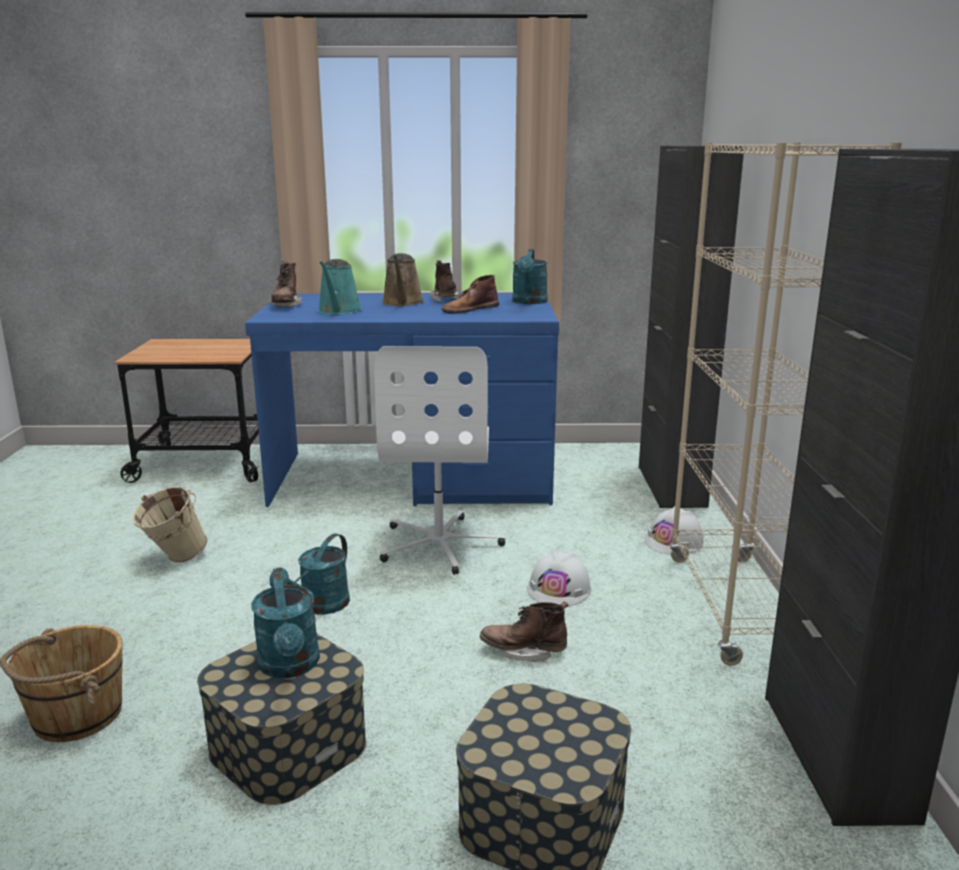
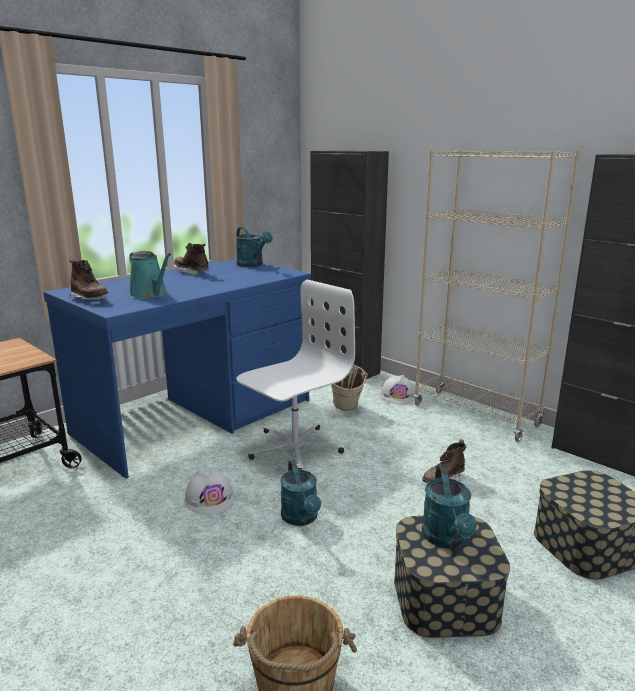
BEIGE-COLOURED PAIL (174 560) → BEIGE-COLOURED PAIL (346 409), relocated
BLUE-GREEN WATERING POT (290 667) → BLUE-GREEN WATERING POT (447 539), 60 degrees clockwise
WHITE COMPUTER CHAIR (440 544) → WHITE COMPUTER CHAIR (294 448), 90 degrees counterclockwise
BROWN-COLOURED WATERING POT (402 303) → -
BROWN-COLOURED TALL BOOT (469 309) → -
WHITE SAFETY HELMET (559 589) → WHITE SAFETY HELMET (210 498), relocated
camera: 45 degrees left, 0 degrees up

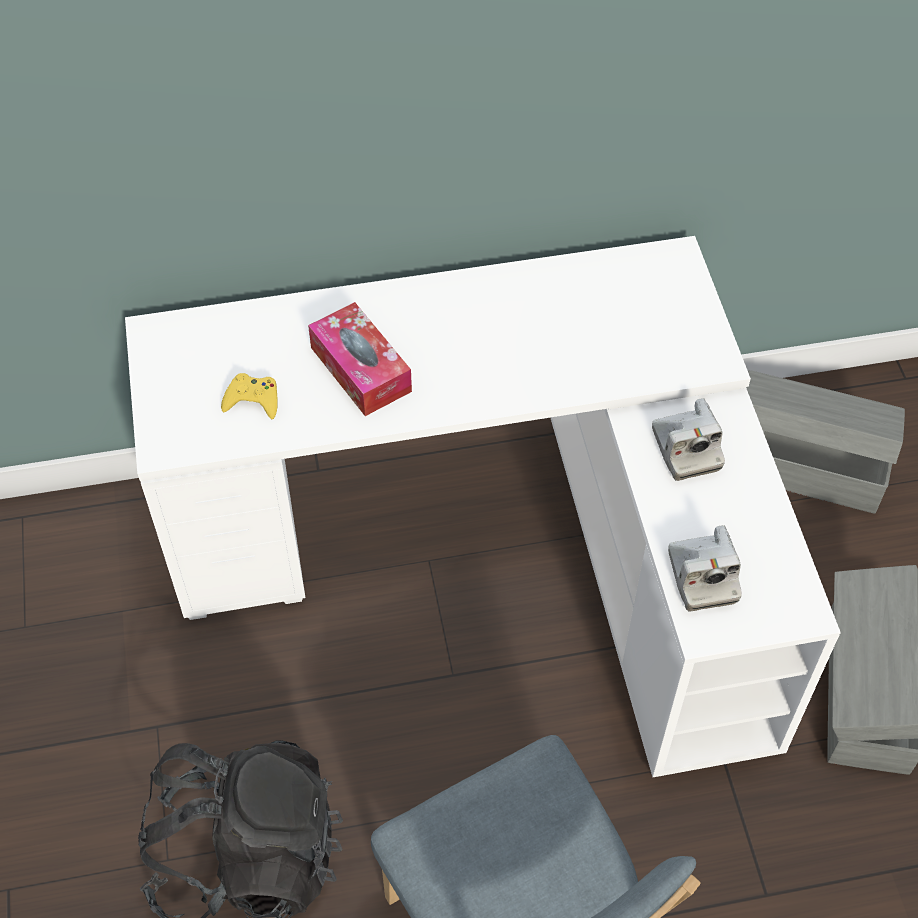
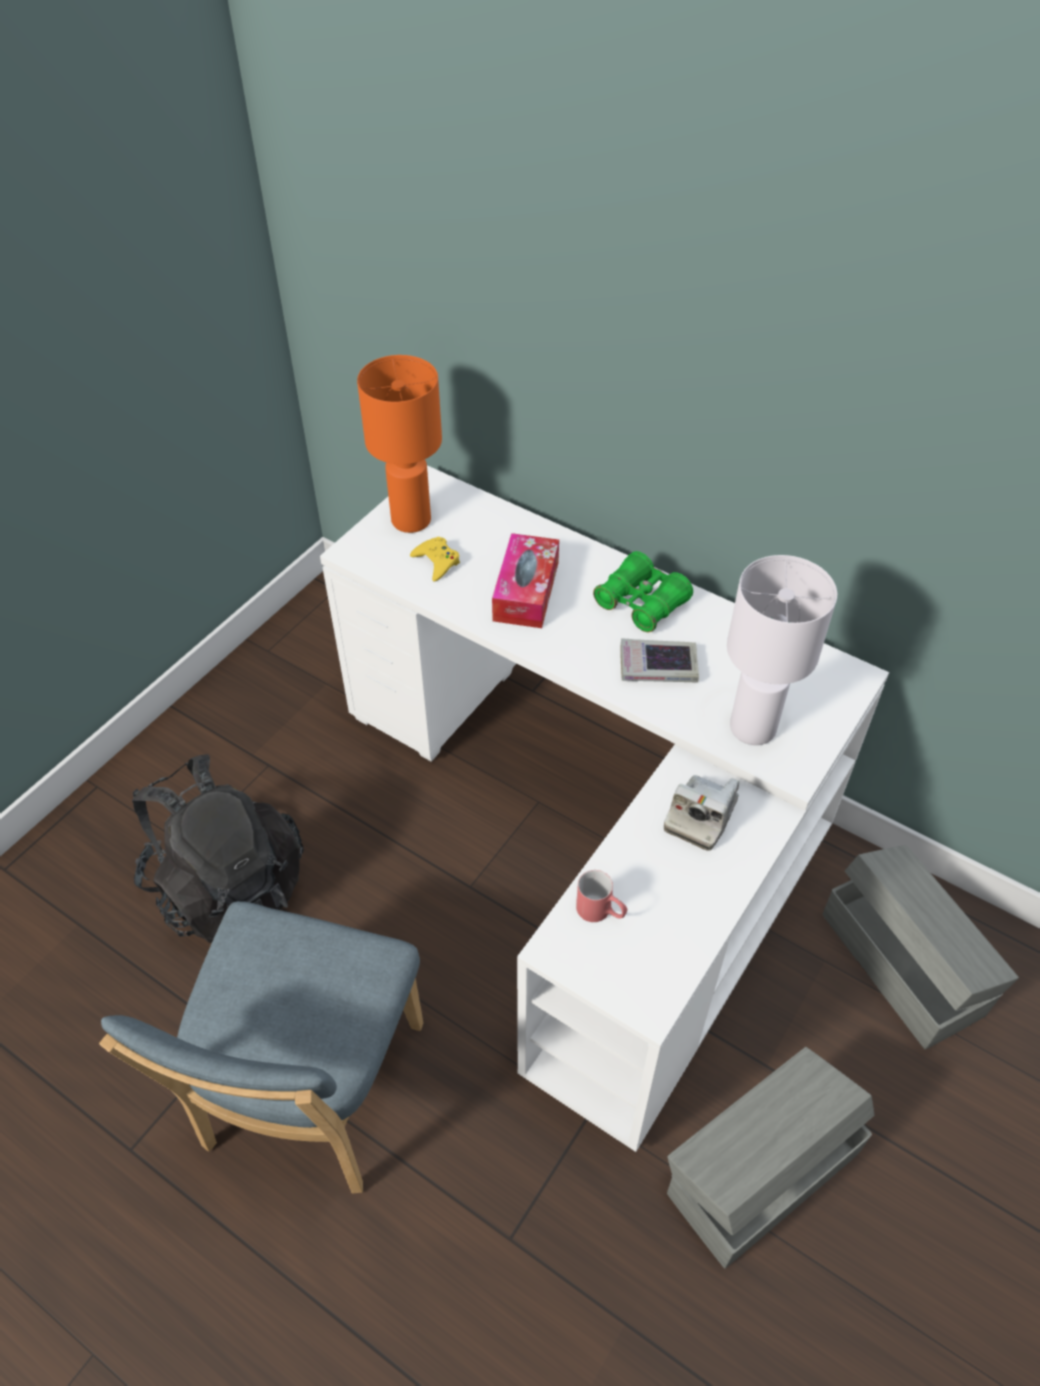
PHOTO CAMERA (702 577) → RED-COLOURED COFFEE MUG (601 912)
- → ORANGE TABLETOP LAMP (410 521)
- → GREENISH PAIR OF BINOCULARS (641 603)
- → VOLUME (658 666)
- → WHITE TABLETOP LAMP (751 728)
camera: 45 degrees right, 5 degrees down

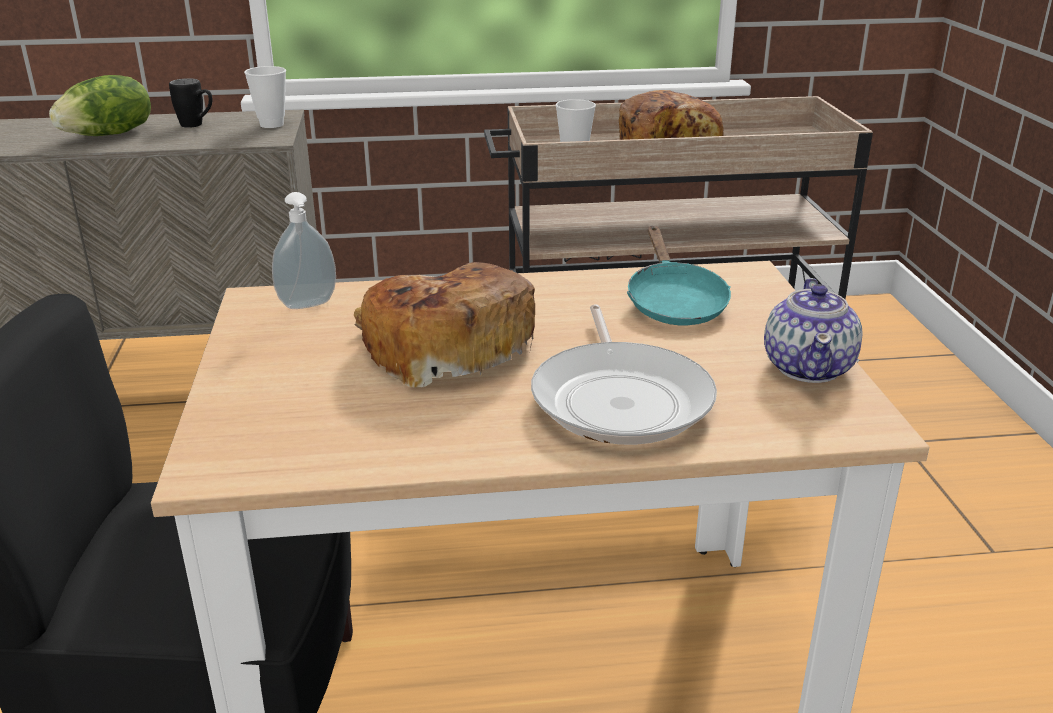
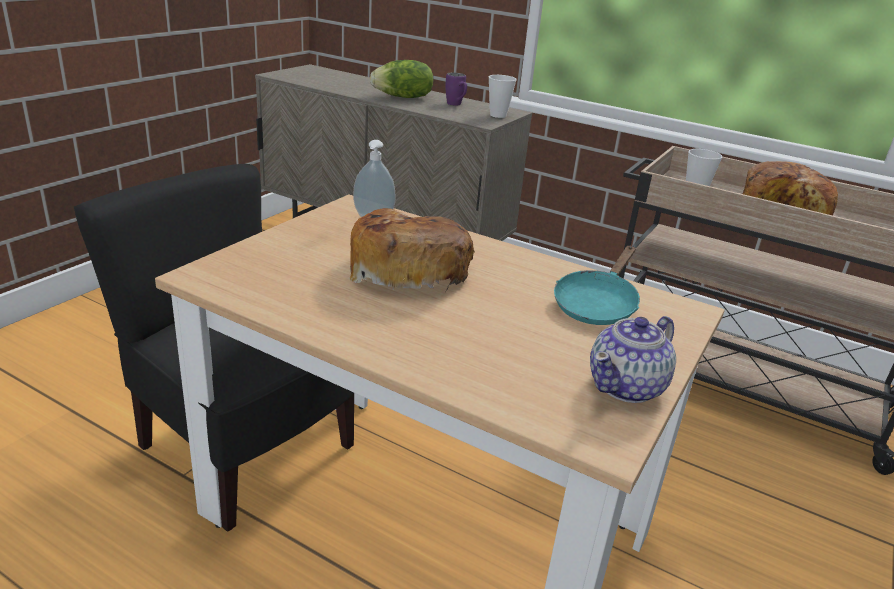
BLACKISH COFFEE MUG (197 125) → PURPLE-COLOURED COFFEE MUG (456 105)
SKILLET (621 399) → -
camera: 35 degrees right, 0 degrees up

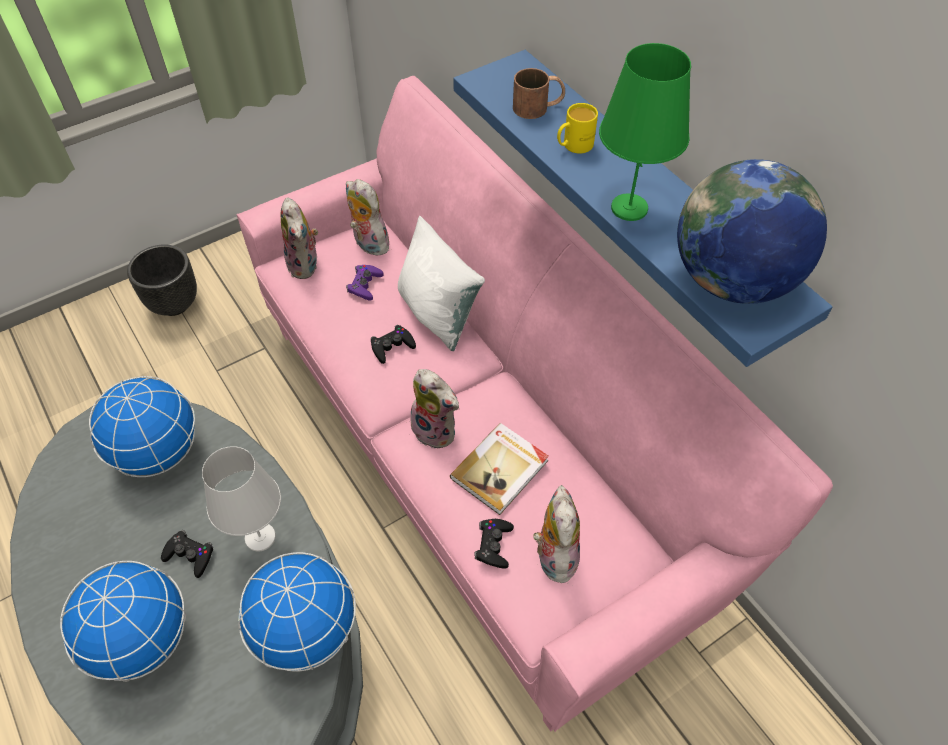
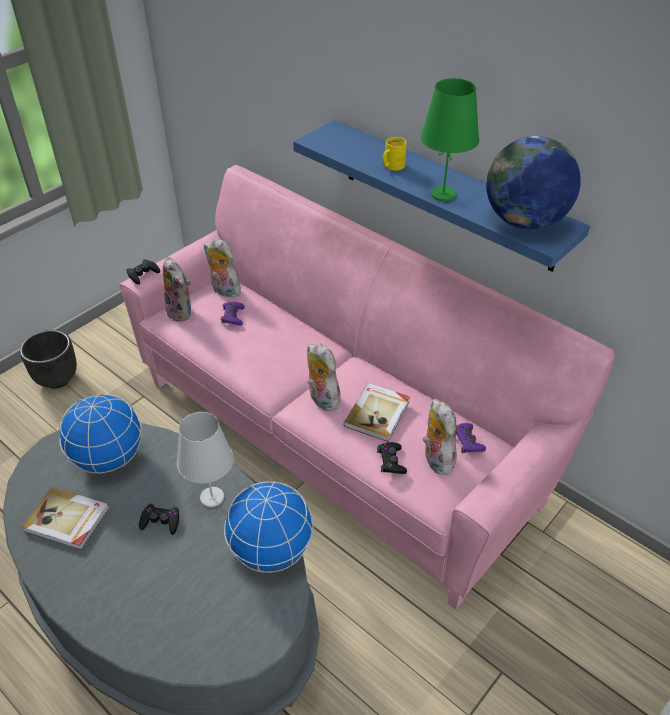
WORLD GLOBE (143 640) → -
BLACKISH GAME CONTROLLER (392 346) → BLACKISH GAME CONTROLLER (143 274), relocated
WHITE THROW PILLOW (438 313) → -
SOFT TOY (437 430) → SOFT TOY (321 399), 150 degrees counterclockwise
BROWN-COLOURED COFFEE MUG (538 107) → -
- → VOLUME (67 520)
- → PURPLE-COLOURED GAME CONTROLLER (467 441)
camera: 15 degrees left, 10 degrees down

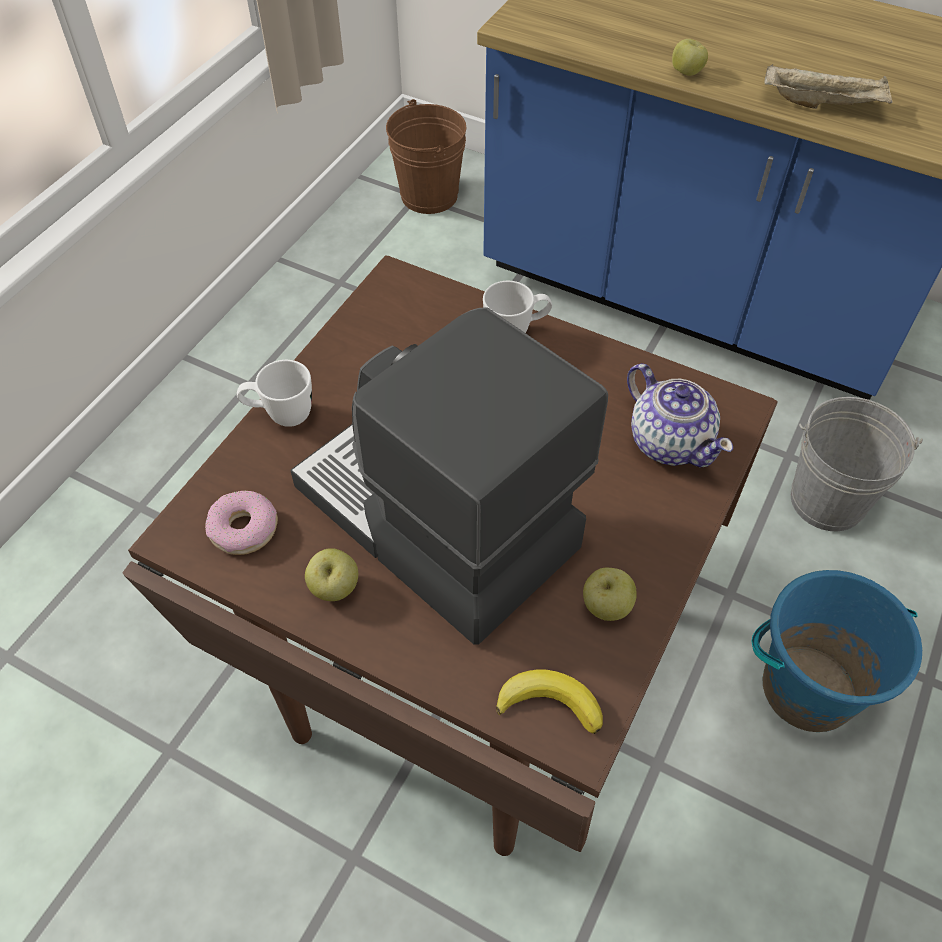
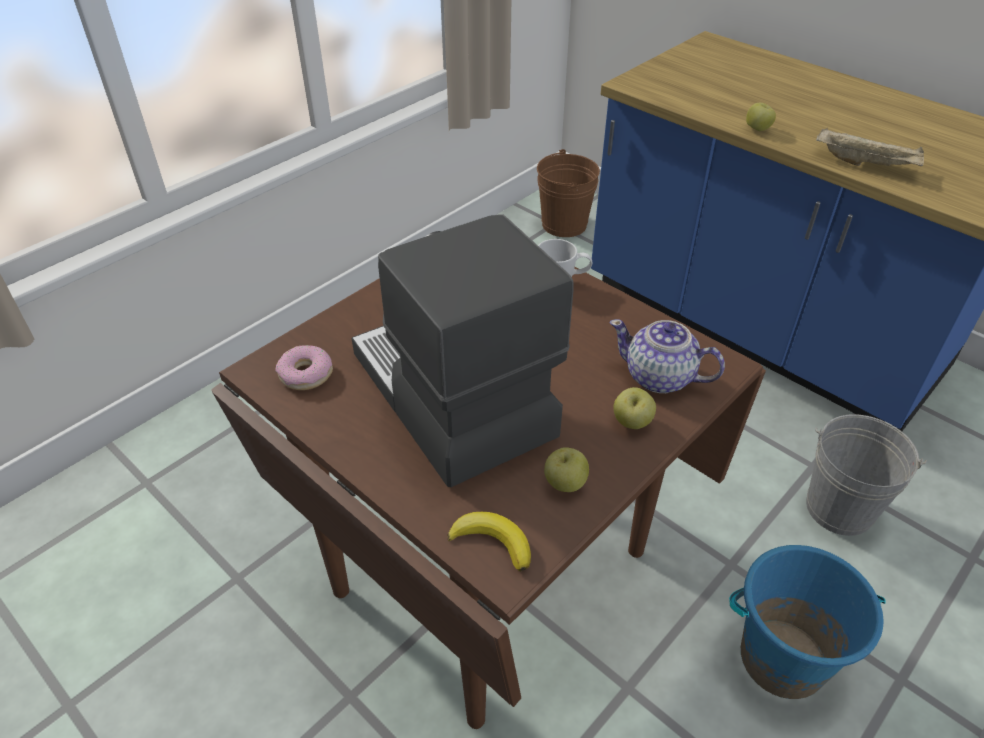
WHITE COFFEE MUG (280 415) → -
APPLE FRUIT (334 588) → APPLE FRUIT (632 423), relocated
POT FOR TEA (669 441) → POT FOR TEA (660 377), 135 degrees clockwise
camera: 15 degrees right, 10 degrees down

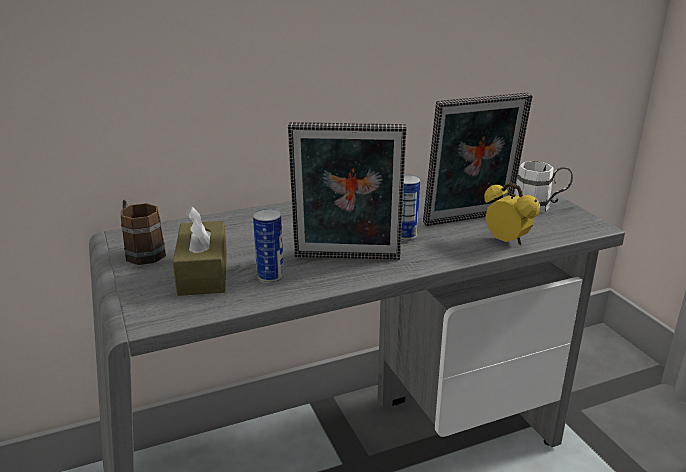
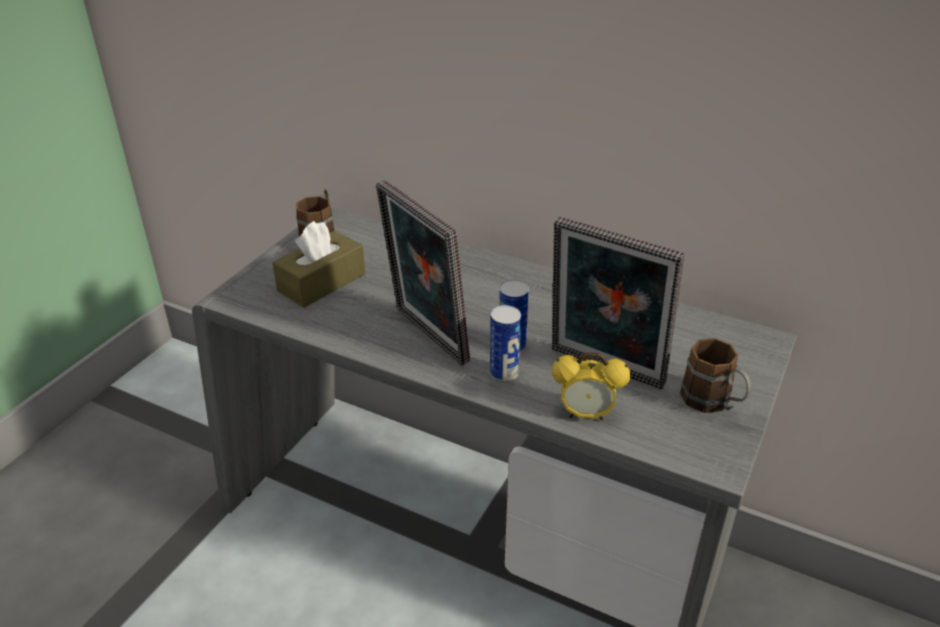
CAN (270 277) → CAN (504 374), relocated
TABLE CLOCK (506 242) → TABLE CLOCK (586 414), 90 degrees clockwise
WHITE COFFEE MUG (540 206) → BROWN-COLOURED COFFEE MUG (713 403)
camera: 50 degrees right, 10 degrees up

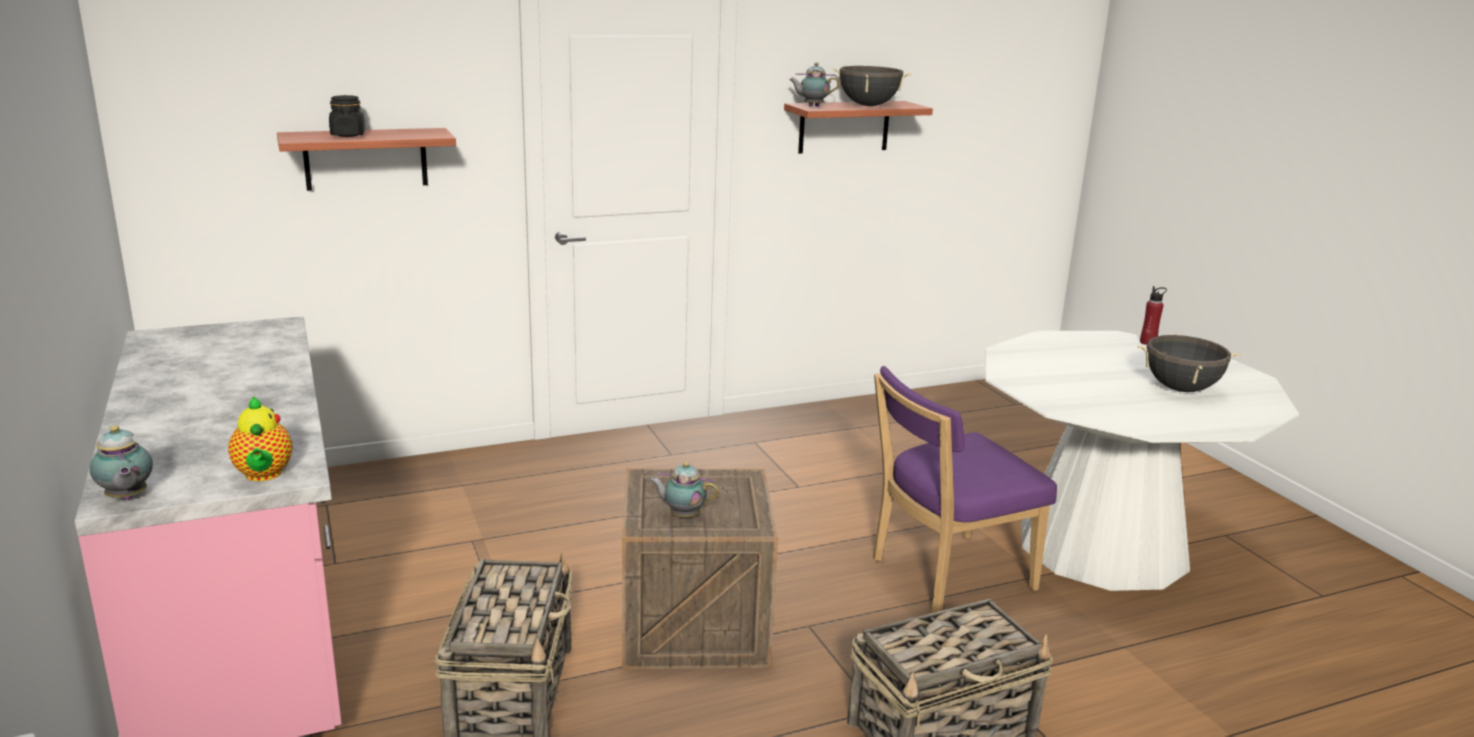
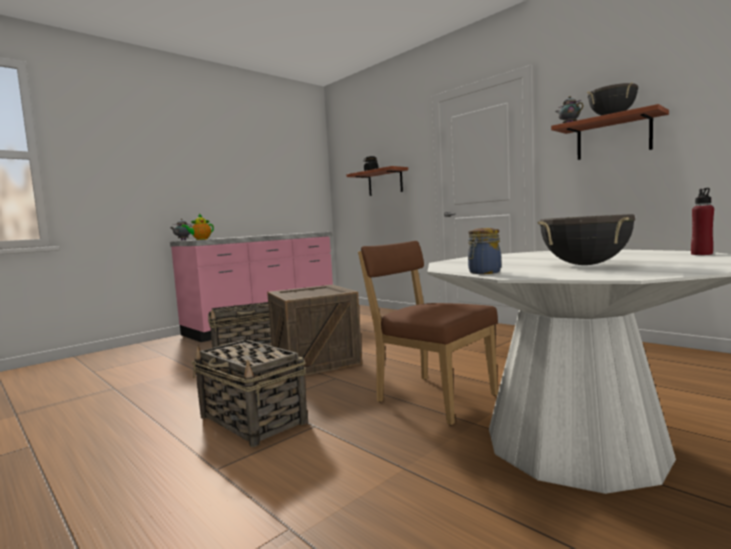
POT FOR TEA (682 515) → -
PURPLE-COLOURED UPRIGHT CHAIR (945 575) → BROWN-COLOURED UPRIGHT CHAIR (431 397)
- → PRESERVE JAR (483 272)
camera: 70 degrees right, 15 degrees down

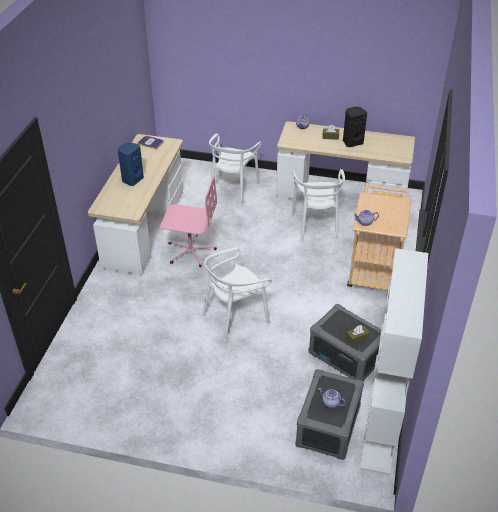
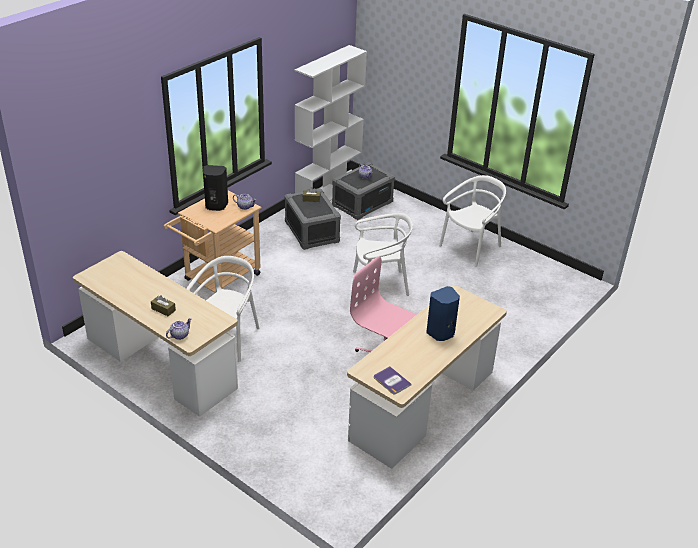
WHITE UPRIGHT CHAIR (233 189) → WHITE UPRIGHT CHAIR (471 248), relocated
BLACKISH SPEAKER (352 142) → BLACKISH SPEAKER (215 206), relocated
camera: 155 degrees left, 5 degrees down

